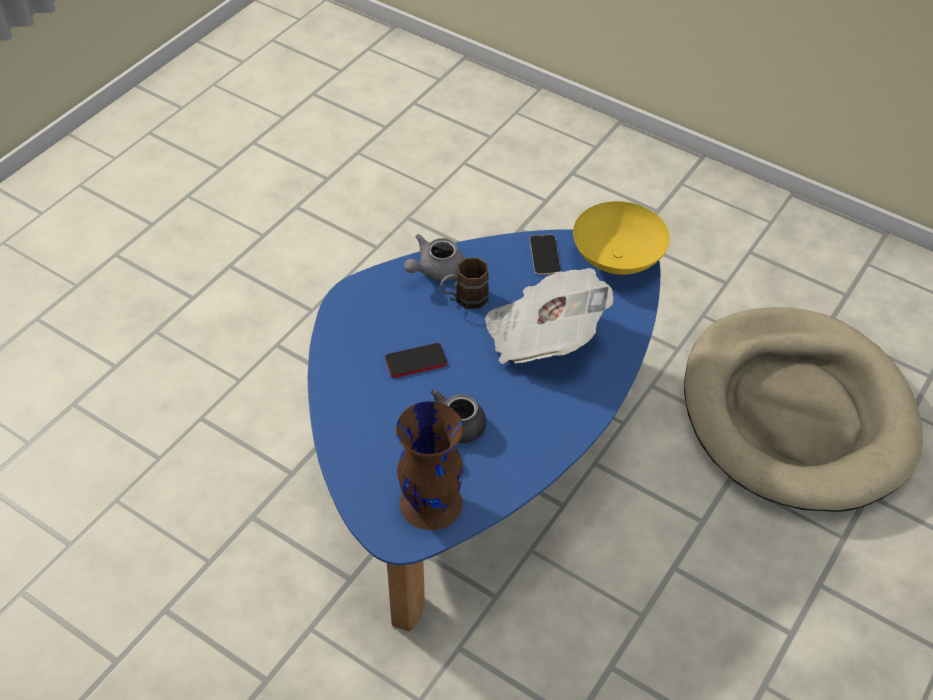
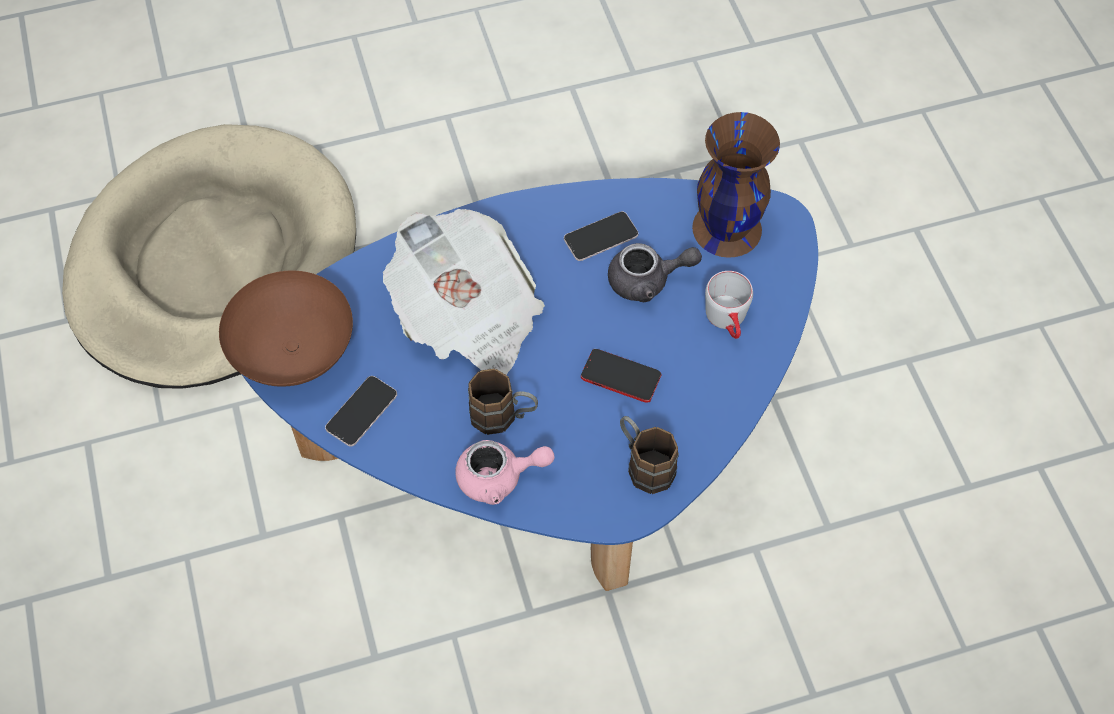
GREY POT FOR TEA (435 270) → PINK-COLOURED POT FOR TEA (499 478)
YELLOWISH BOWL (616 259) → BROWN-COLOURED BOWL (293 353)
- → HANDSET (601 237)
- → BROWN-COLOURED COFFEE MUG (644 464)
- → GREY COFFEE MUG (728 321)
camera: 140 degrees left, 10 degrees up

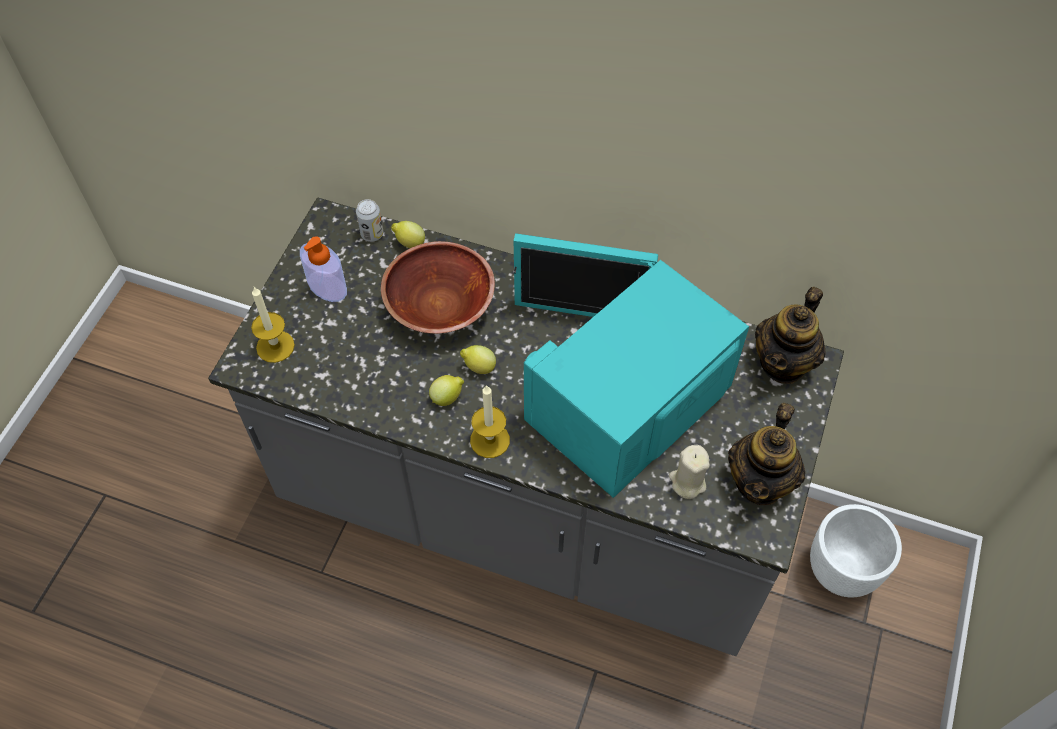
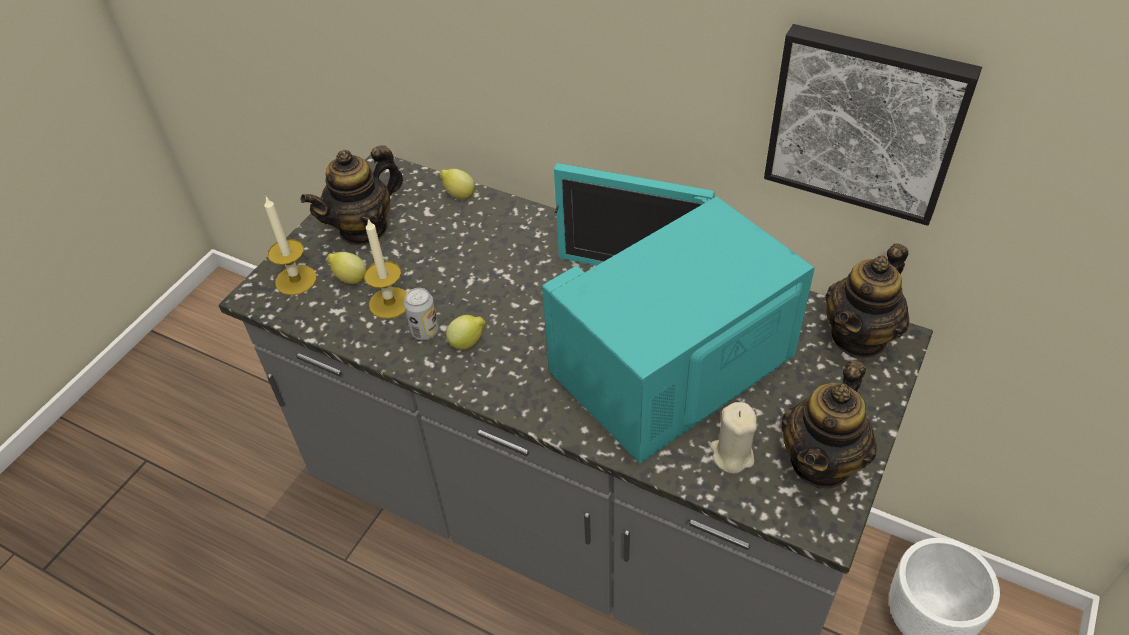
SOAP BOTTLE (327 286) → POT FOR TEA (364 229)
CAN (372 234) → CAN (425 331), relocated
BROWN-COLOURED BOWL (440 306) → -
CITRUS FRUIT (478 367) → CITRUS FRUIT (350 279), relocated
WAX CANDLE (490 440) → WAX CANDLE (390 303), relocated
- → PICTURE (865 122)
camera: 10 degrees right, 10 degrees down

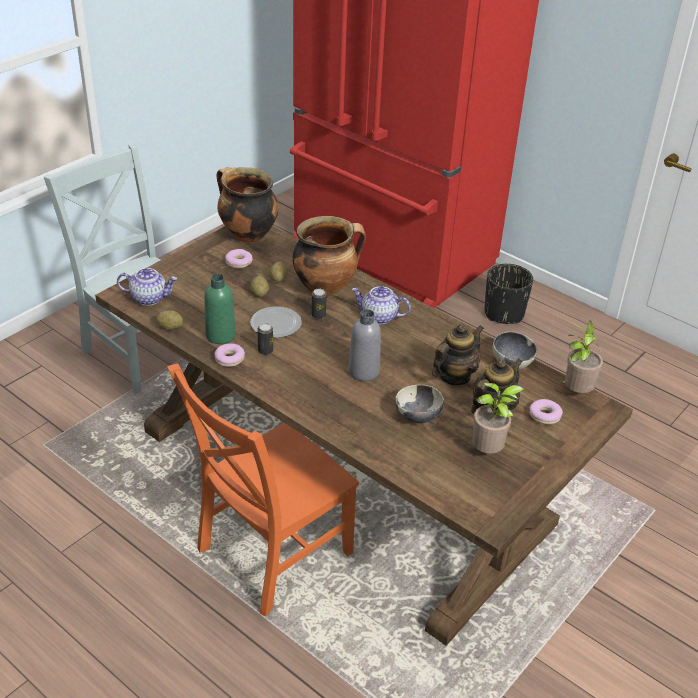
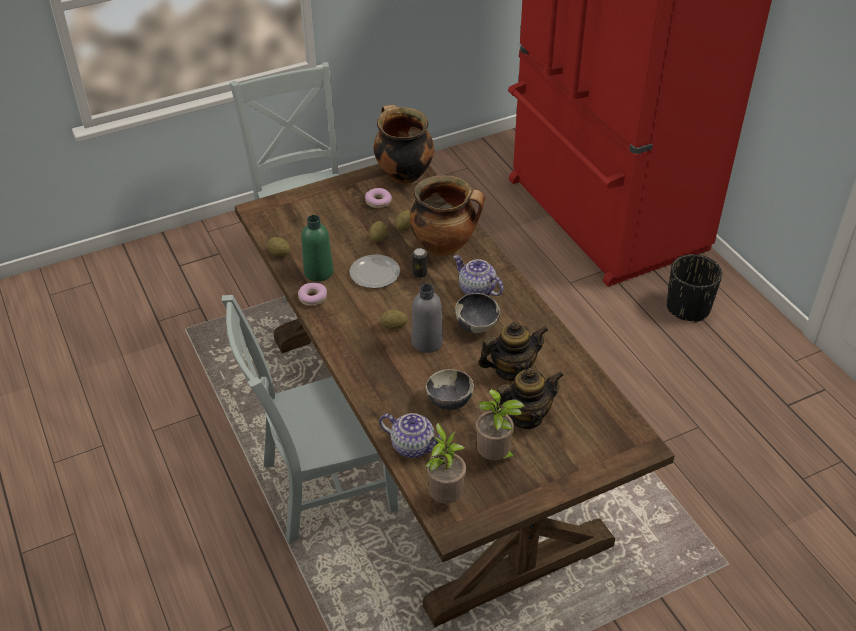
POT FOR TEA (149 298) → POT FOR TEA (413 445), relocated
ORANGE UPRIGHT CHAIR (269 554) → GREY UPRIGHT CHAIR (322 488)
CAN (265 350) → -
BOWL (511 363) → BOWL (476 325), relocated
DONUT (544 415) → -
PLANT IN A POT (575 392) → PLANT IN A POT (445 496), relocated
- → WHOLE POTATO (394 326)
camera: 25 degrees right, 5 degrees up

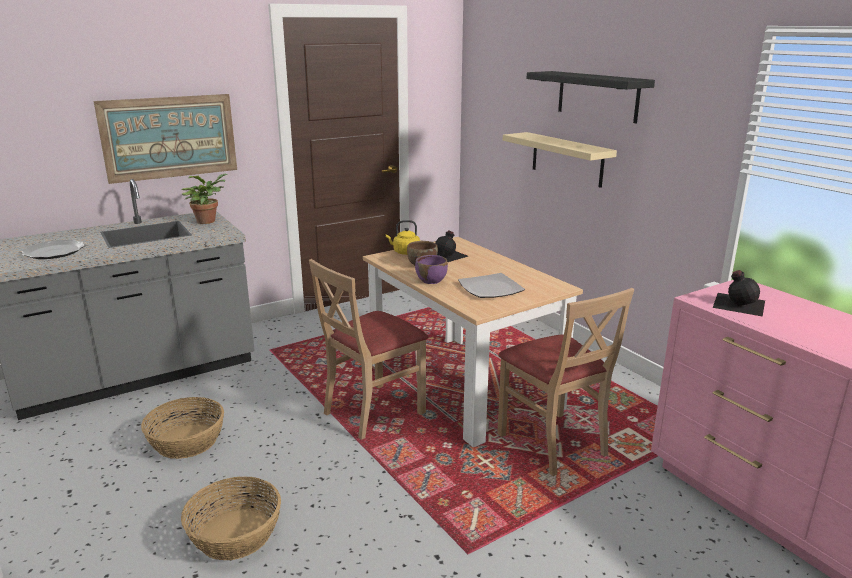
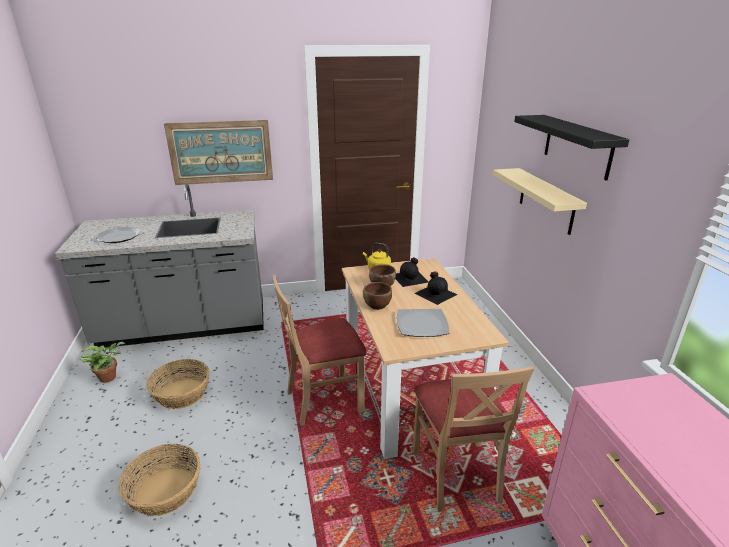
PLANT IN A POT (208 221) → PLANT IN A POT (110 377), relocated
PURPLE-COLOURED BOWL (431 280) → BROWN-COLOURED BOWL (377 305)
BLACKISH BEVERAGE BOTTLE (738 303) → BLACKISH BEVERAGE BOTTLE (435 293), relocated
camera: 20 degrees right, 5 degrees up

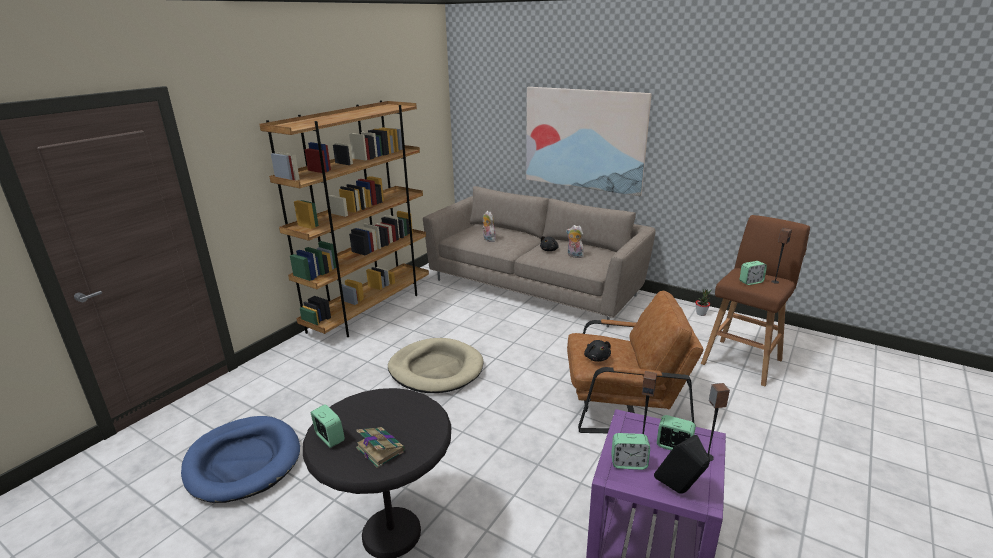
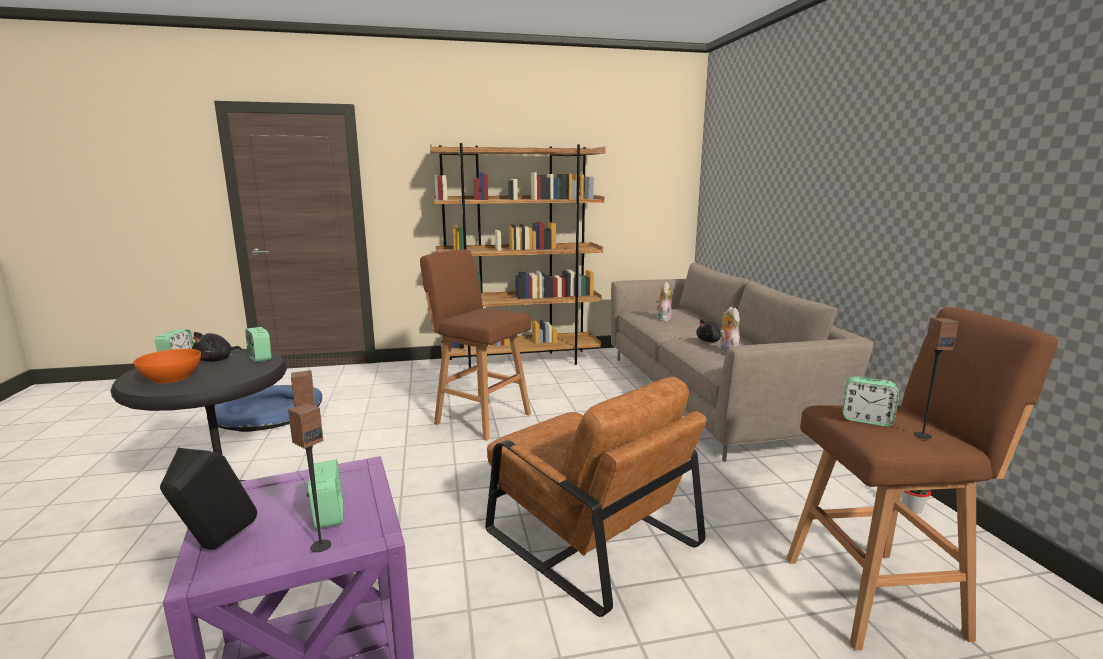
VOLUME (379 449) → ORANGE BOWL (171 377)
BEIGE-COLOURED PET BED (436 369) → BROWN-COLOURED STOOL SEAT (480 418)
PICTURE (584 139) → -
BLACKISH SOFT TOY (596 358) → BLACKISH SOFT TOY (216 360), relocated
TABLE CLOCK (629 463) → TABLE CLOCK (260 358), relocated
camera: 45 degrees right, 10 degrees down

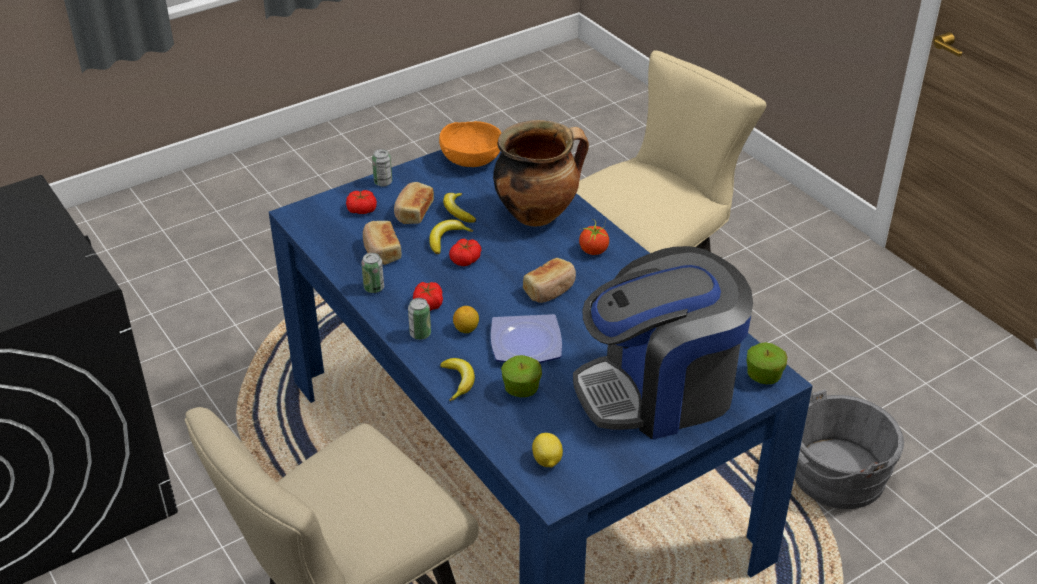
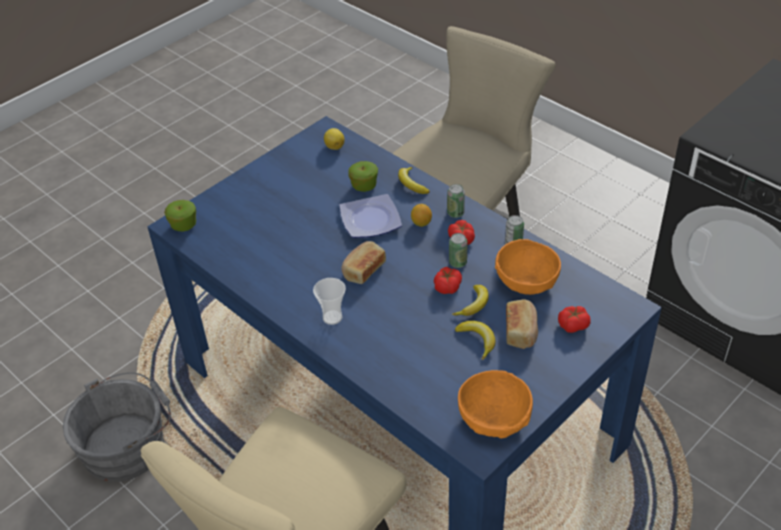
BAKED BREAD (381 251) → ORANGE BOWL (527 281)
CAN (383 182) → CAN (457 263), relocated
SAUCEPOT (538 213) → -
COFFEE MACHINE (659 391) → -
TOMATO (593 250) → CUP (332 317)
camera: 170 degrees right, 5 degrees up

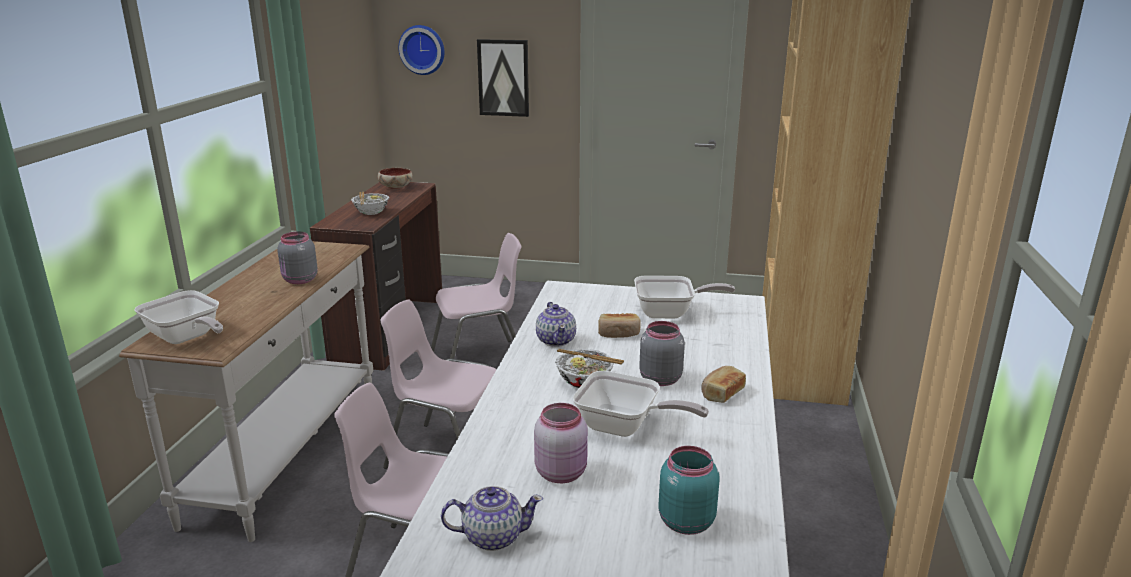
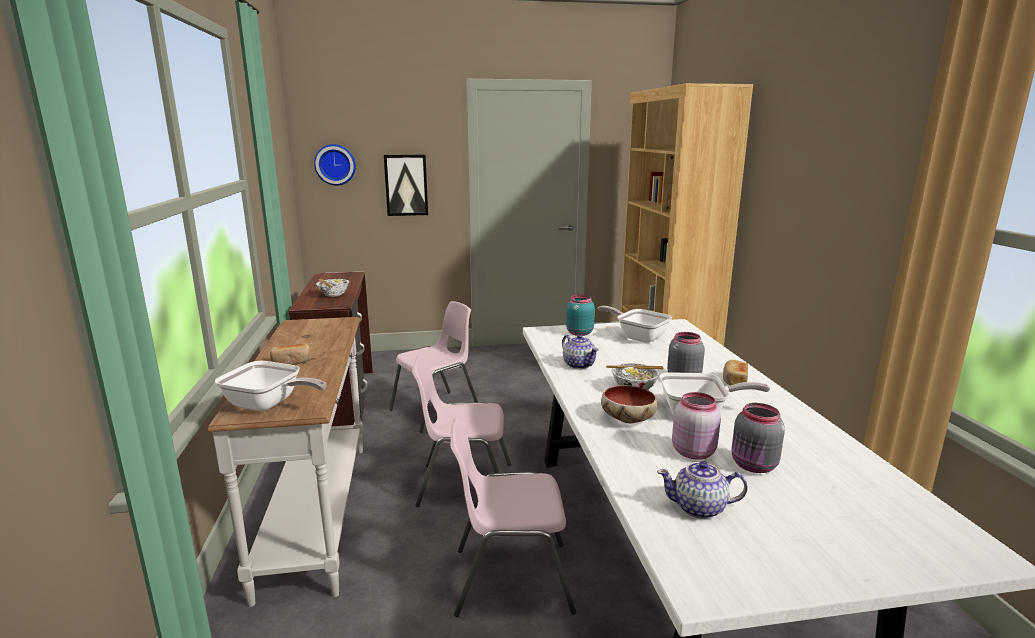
GREY PRESERVE JAR (299 280) → GREY PRESERVE JAR (754 466), relocated
BOWL (395 187) → BOWL (627 419), relocated
POT FOR TEA (492 536) → POT FOR TEA (699 508), 150 degrees counterclockwise
BAKED BREAD (618 333) → BAKED BREAD (291 362), relocated
SKILLET (670 313) → SKILLET (638 336), 120 degrees counterclockwise
BLUE-GREEN PRESERVE JAR (684 521) → BLUE-GREEN PRESERVE JAR (578 333), relocated
camera: 20 degrees left, 5 degrees down

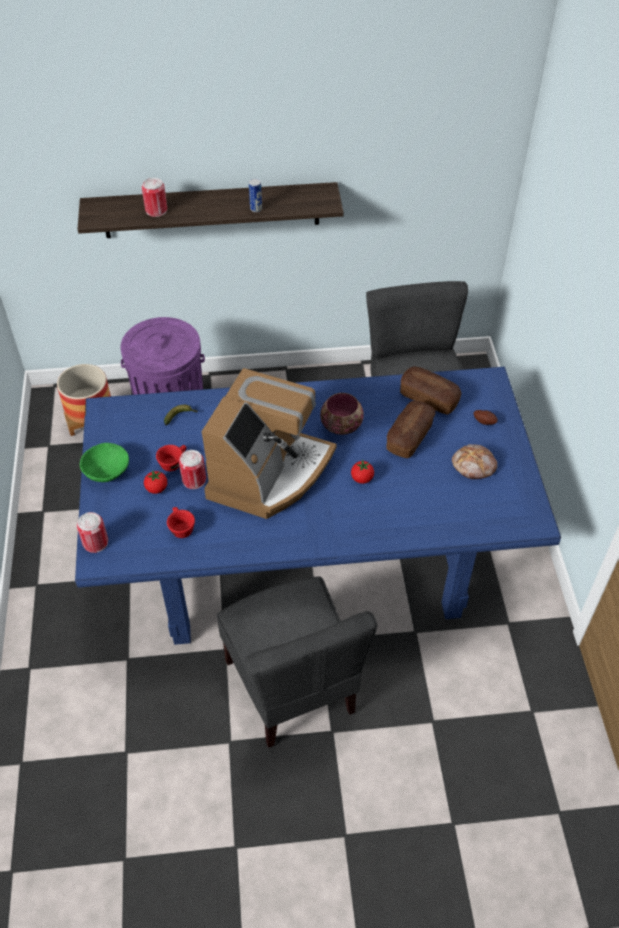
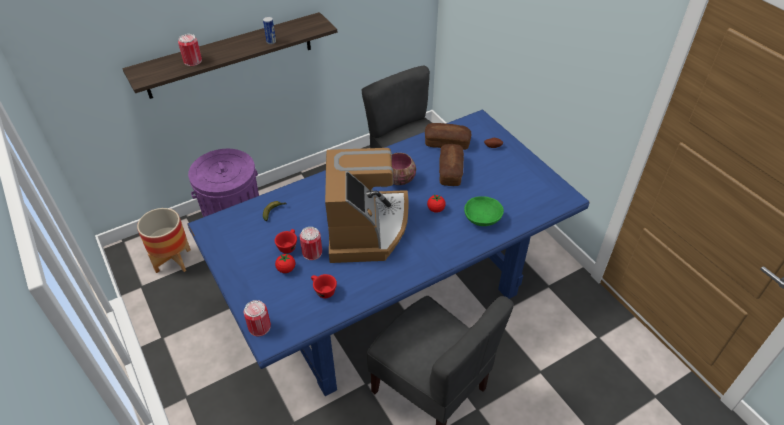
GREENISH BOWL (108 472) → GREENISH BOWL (483 219), relocated
BAKED BREAD (474 466) → -
camera: 25 degrees left, 5 degrees down

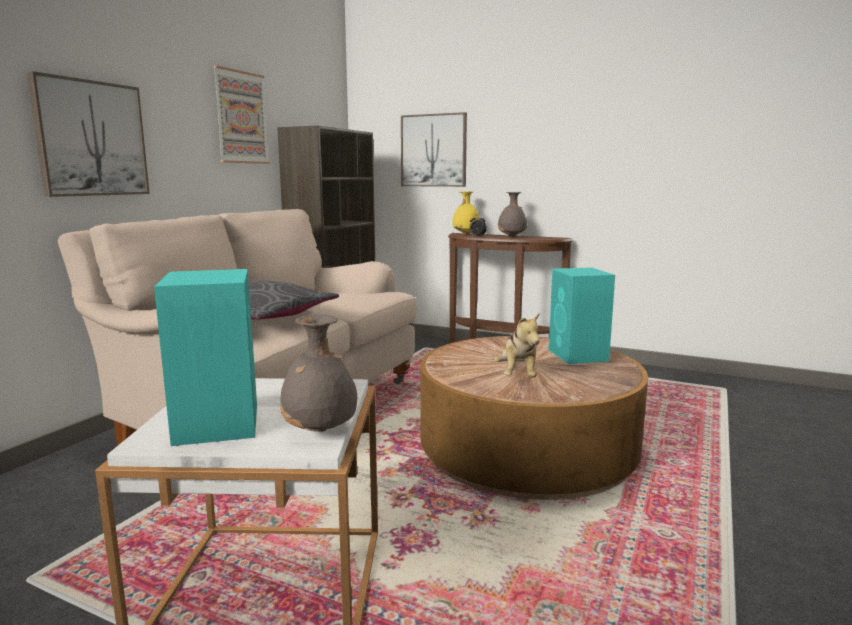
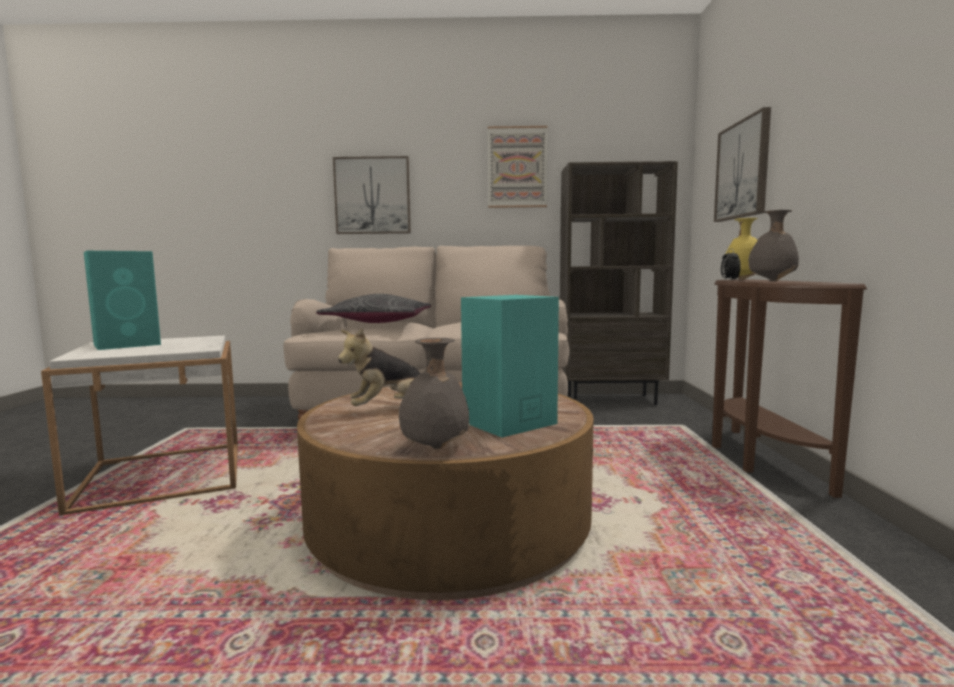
GREY DECORATIVE VASE (320 431) → GREY DECORATIVE VASE (434 448), relocated
camera: 65 degrees right, 5 degrees down

